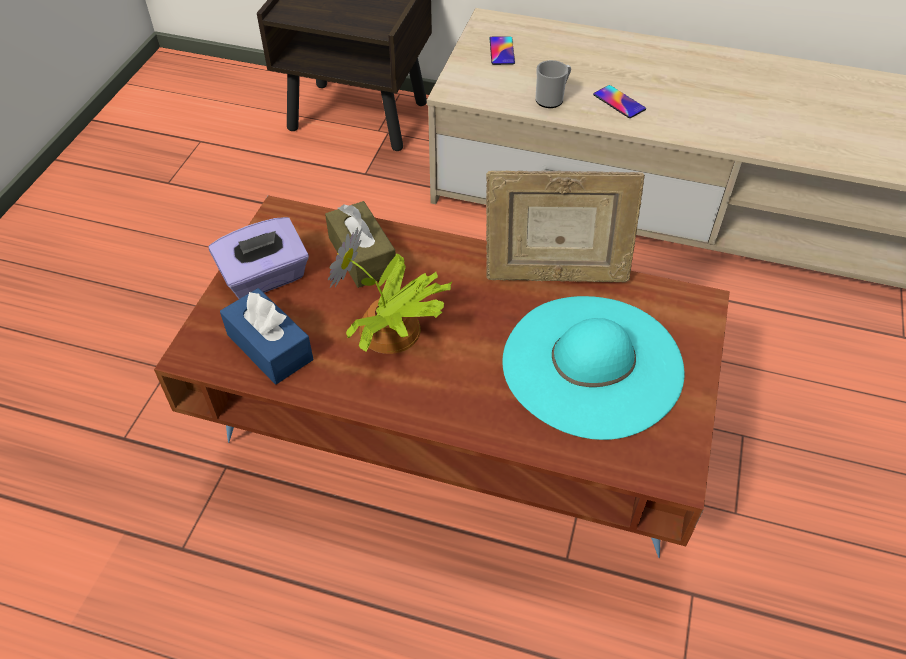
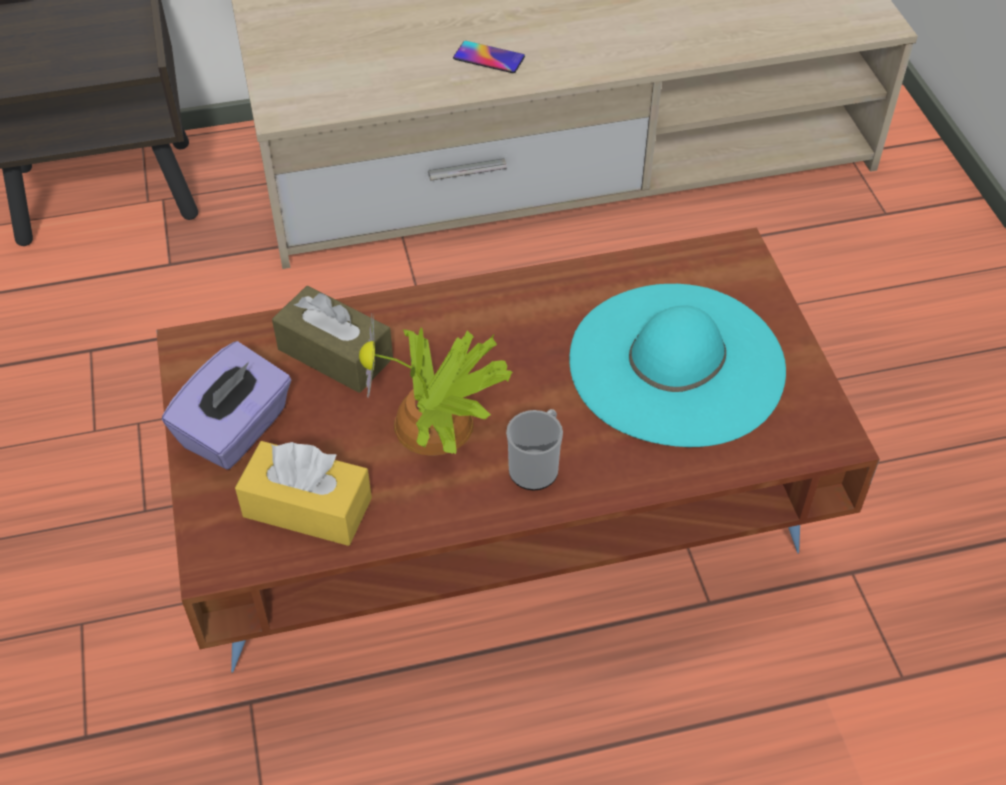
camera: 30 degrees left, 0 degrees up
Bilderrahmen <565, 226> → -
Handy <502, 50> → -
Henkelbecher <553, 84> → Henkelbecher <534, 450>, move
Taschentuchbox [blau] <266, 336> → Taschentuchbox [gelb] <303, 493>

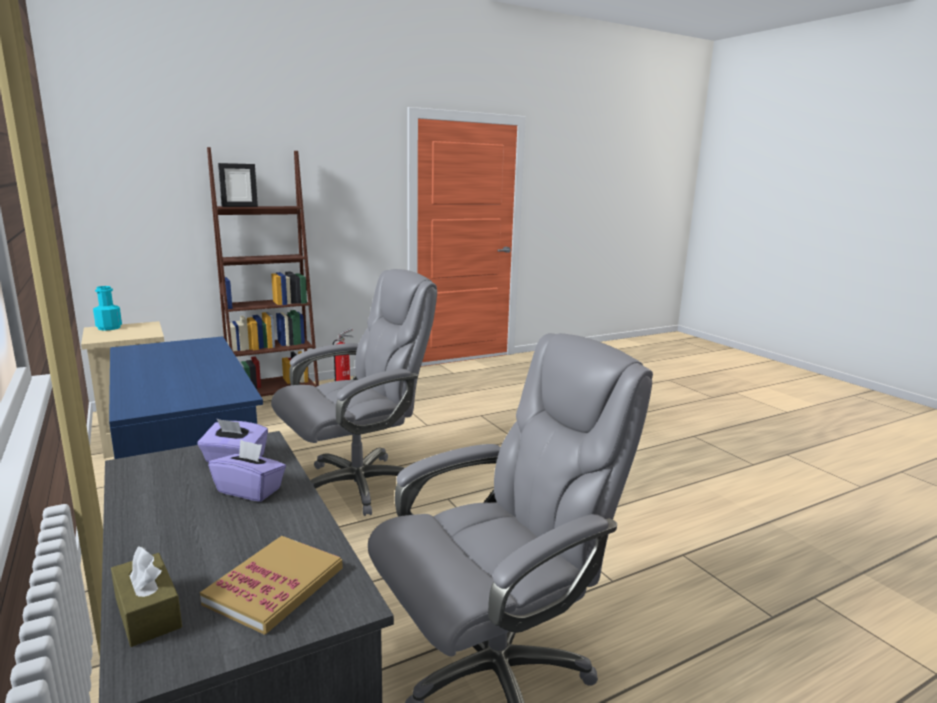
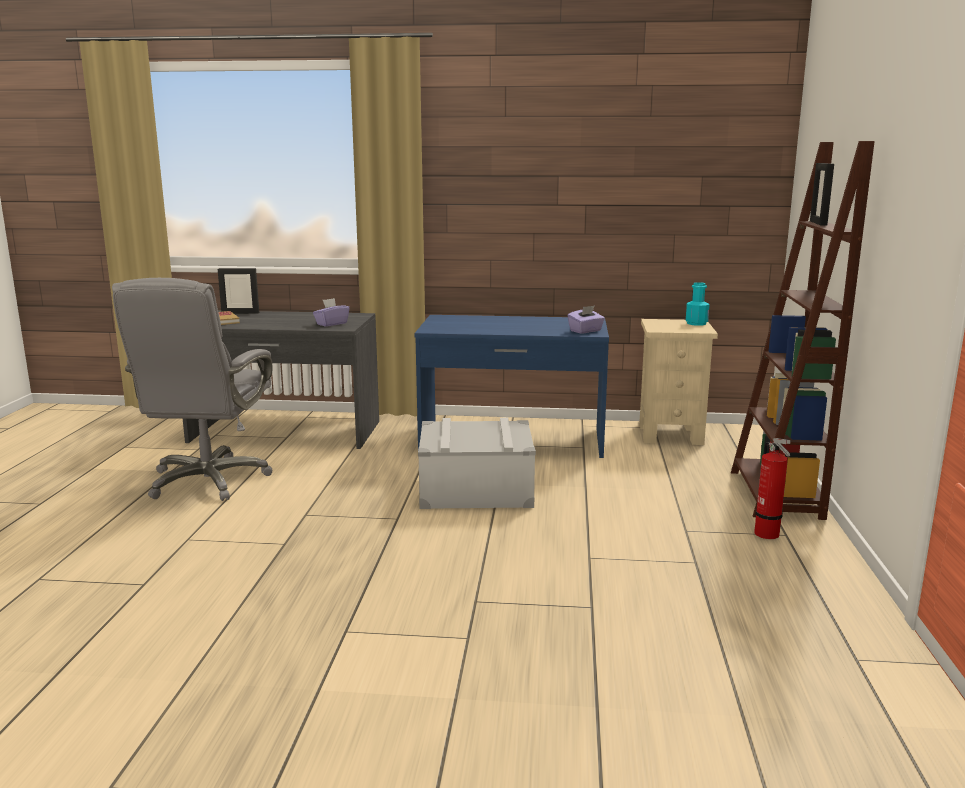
camera: 125 degrees right, 0 degrees up
Taschentuchbox [lila] <247, 471> → Taschentuchbox [lila] <586, 320>, move
Taschentuchbox [braun] <146, 596> → Bilderrahmen <238, 291>
Bürostuhl [grau] <354, 392> → Aufbewahrungsbox [grau] <477, 463>

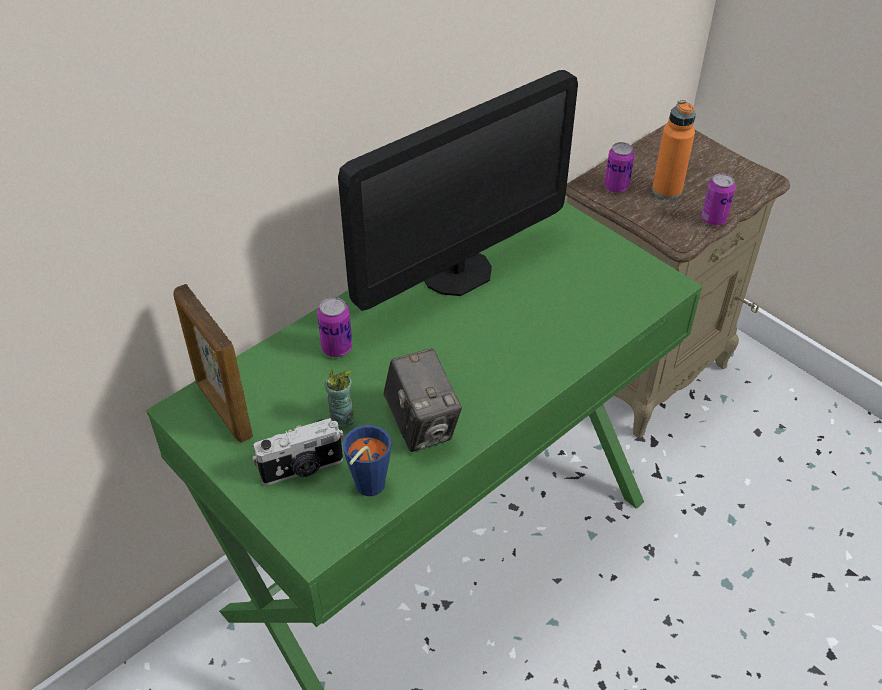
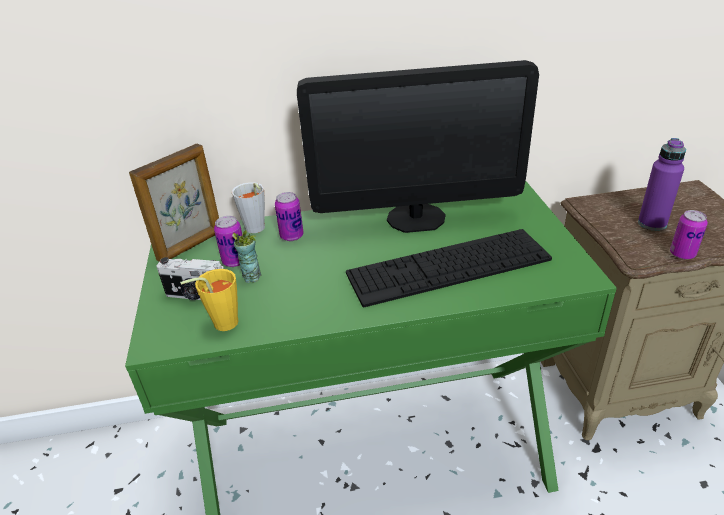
camera: 35 degrees right, 10 degrees down
Kamera <423, 400> → -
- → Tasse [grau] <248, 207>
- → Tastatur <449, 268>
Dose <619, 167> → Dose <228, 241>, move
Tasse [blau] <367, 460> → Tasse [gelb] <209, 300>
Flasche [orange] <674, 150> → Flasche [lila] <662, 184>
Bilderrahmen <213, 363> → Bilderrahmen <174, 203>, 135 degrees counterclockwise

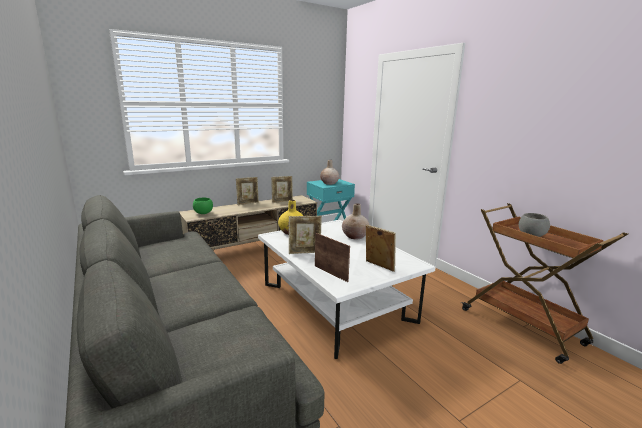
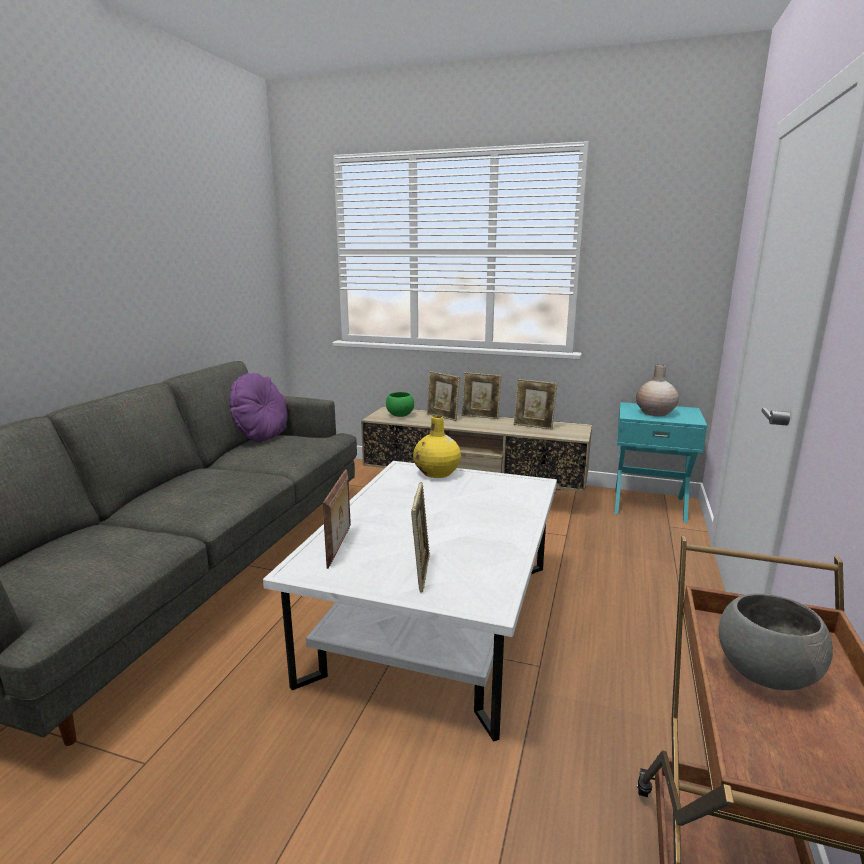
camera: 50 degrees right, 0 degrees up
Vase [beige] <355, 221> → -
- → Kissen [lila] <258, 408>
Bilderrahmen <305, 235> → Bilderrahmen <443, 396>, move

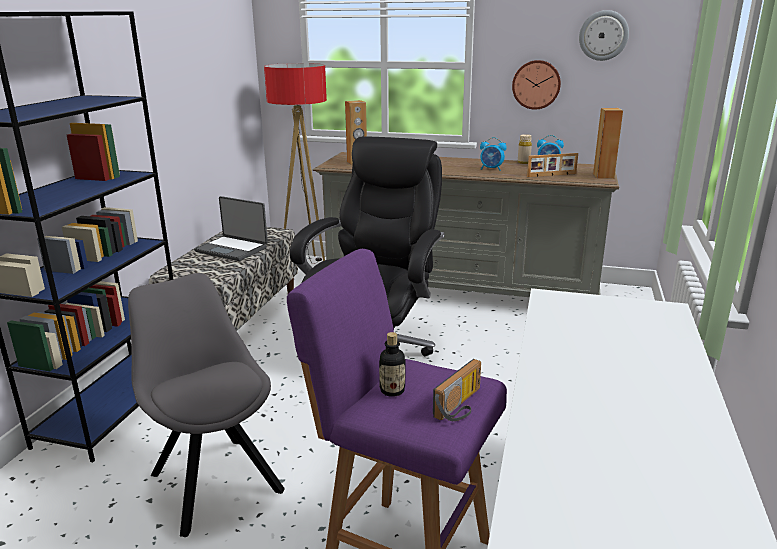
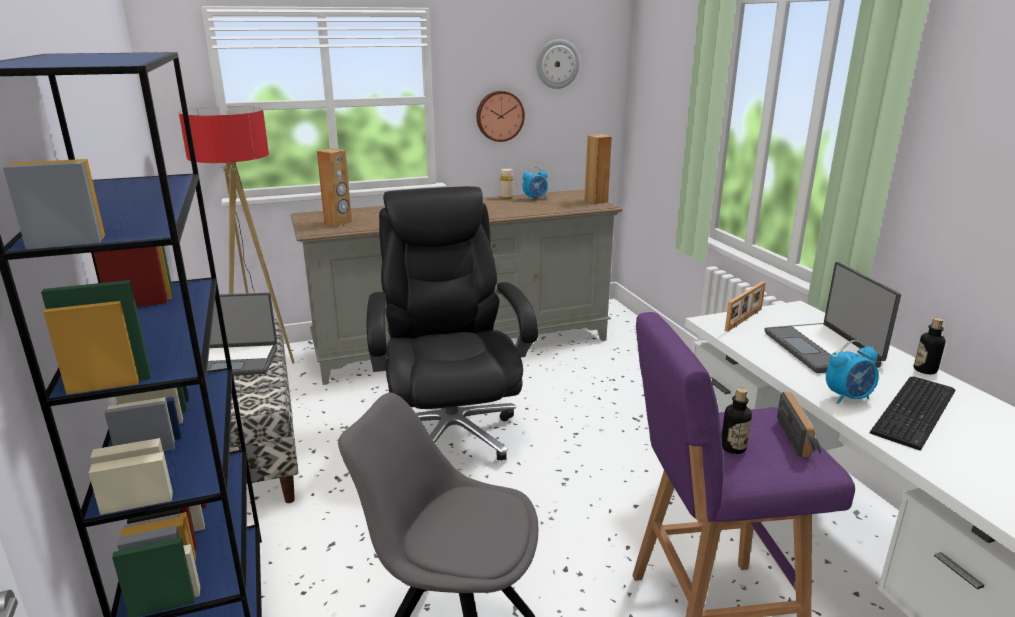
camera: 35 degrees left, 0 degrees up
- → Laptop <832, 317>
- → Tastatur <913, 414>
- → Flasche <929, 346>
Wecker <493, 154> → Wecker <852, 372>, move
Bilderrahmen <552, 165> → Bilderrahmen <745, 306>, move

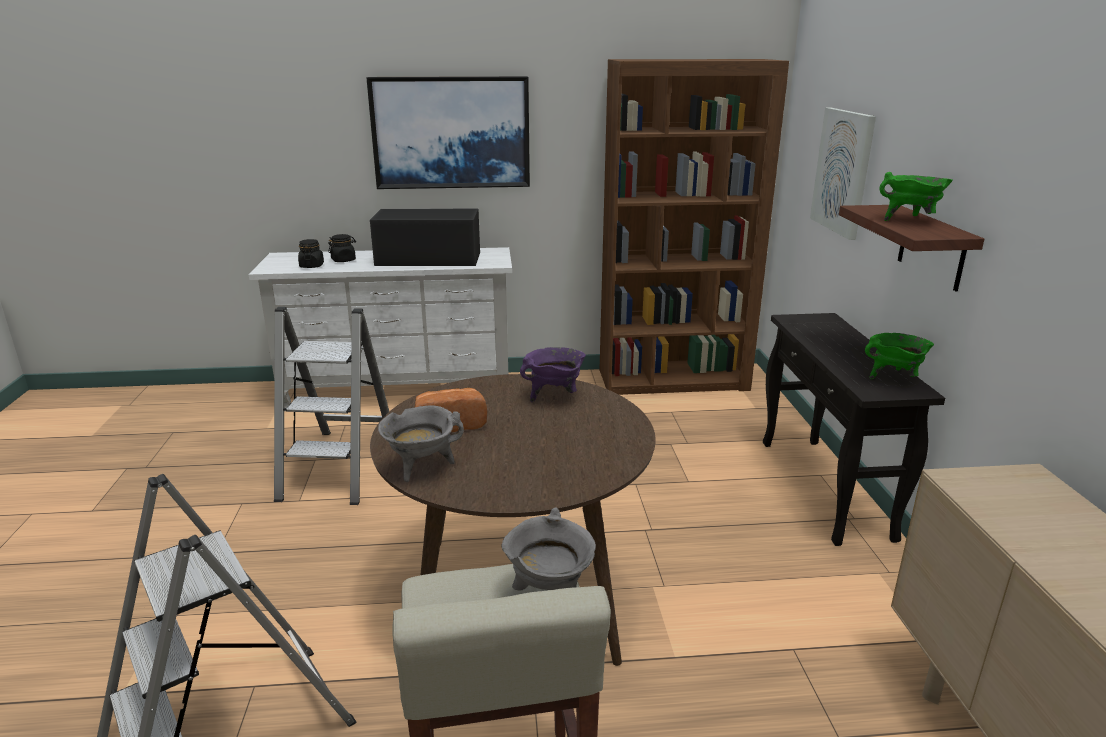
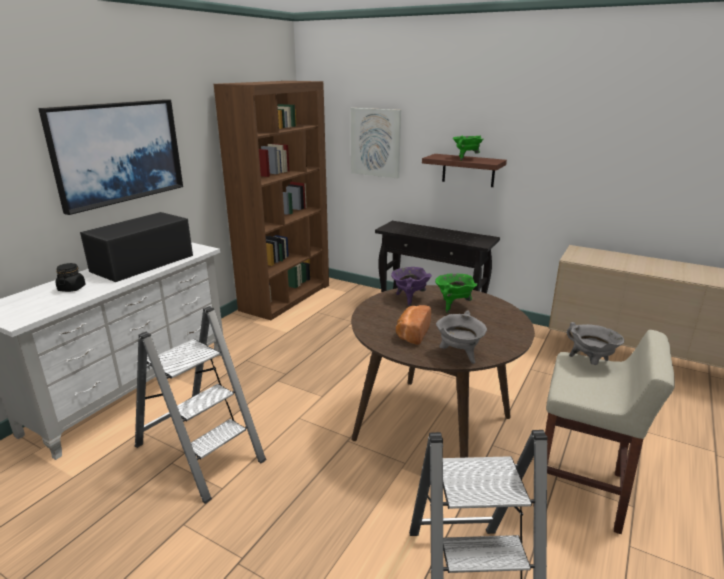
camera: 55 degrees left, 0 degrees up
Vorratsglas [schwarz] <311, 253> → -
Kochtopf [grün] <899, 356> → Kochtopf [grün] <456, 293>, move

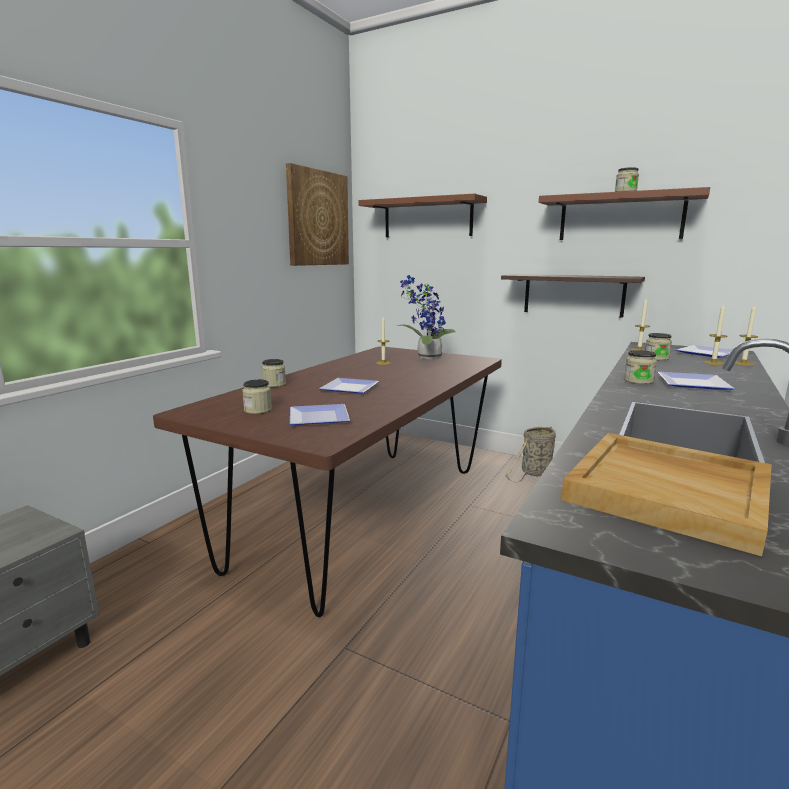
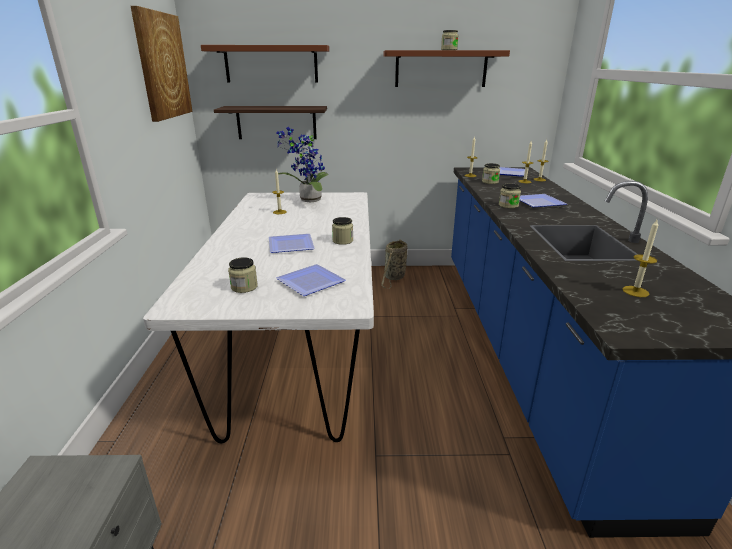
camera: 30 degrees left, 10 degrees up
Vorratsglas <274, 373> → Vorratsglas <342, 231>, move
Wandregal <573, 296> → Wandregal <270, 122>, move
Tablett [beige] <666, 494> → Kerze <640, 258>
Esstisch [braun] <327, 481> → Esstisch [weiß] <258, 317>

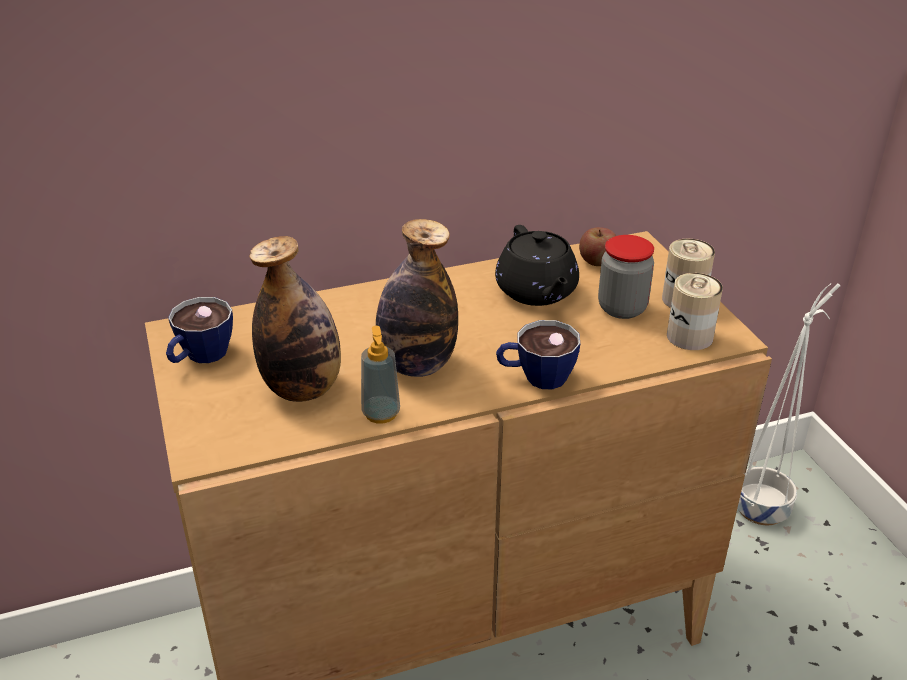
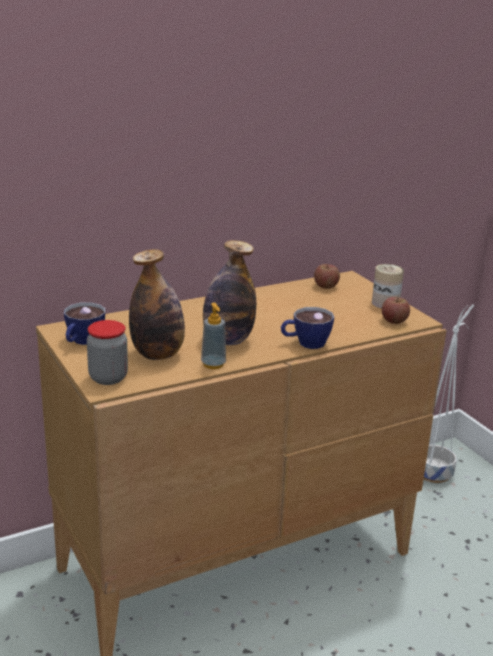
camera: 10 degrees left, 10 degrees down
Teekanne [schwarz] <537, 265> → -
Vorratsglas <626, 277> → Vorratsglas <107, 352>, move
Dose <695, 311> → Apfel <396, 310>

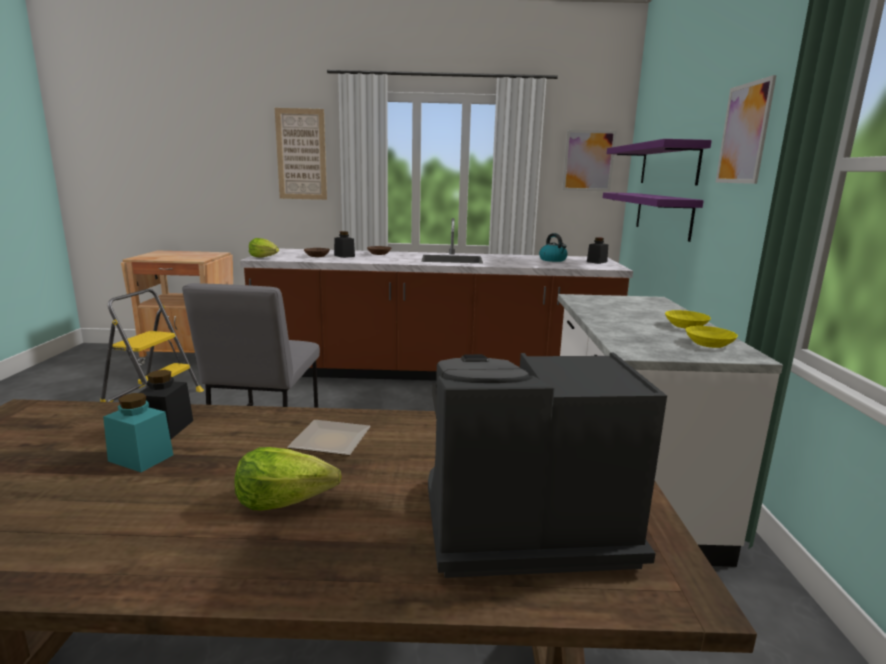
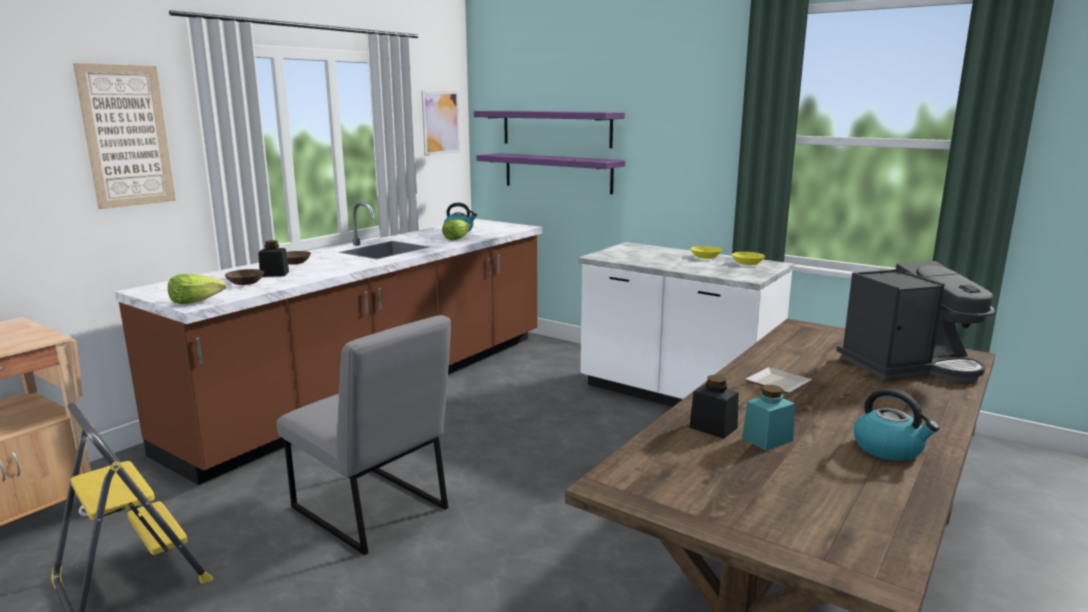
camera: 55 degrees left, 0 degrees up
Vorratsglas [schwarz] <597, 250> → -
Bild <746, 129> → -
- → Wasserkessel <897, 424>
Salatkopf <288, 478> → Salatkopf <456, 229>, move
Kaffeemaschine <547, 465> → Kaffeemaschine <915, 321>, 135 degrees counterclockwise

